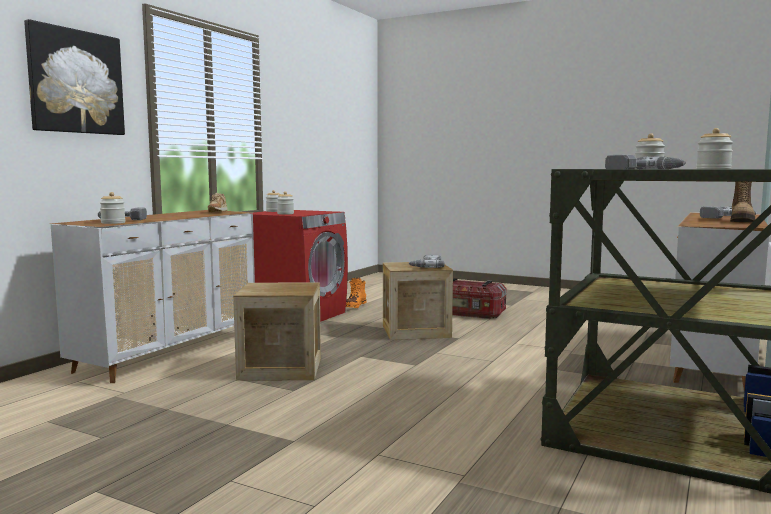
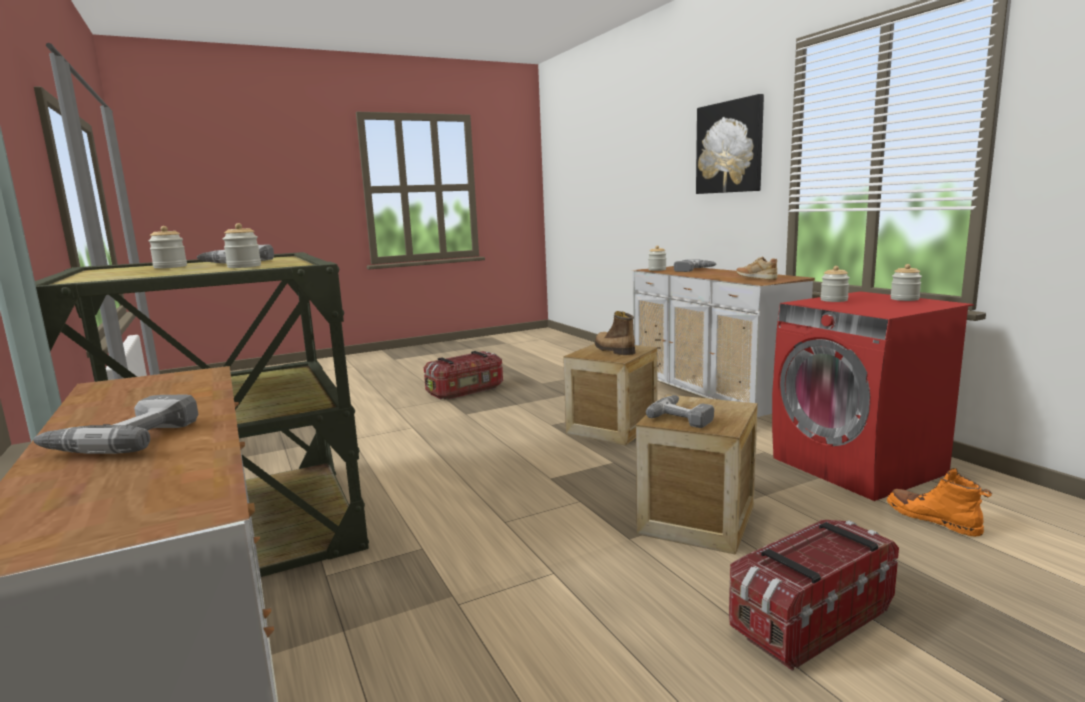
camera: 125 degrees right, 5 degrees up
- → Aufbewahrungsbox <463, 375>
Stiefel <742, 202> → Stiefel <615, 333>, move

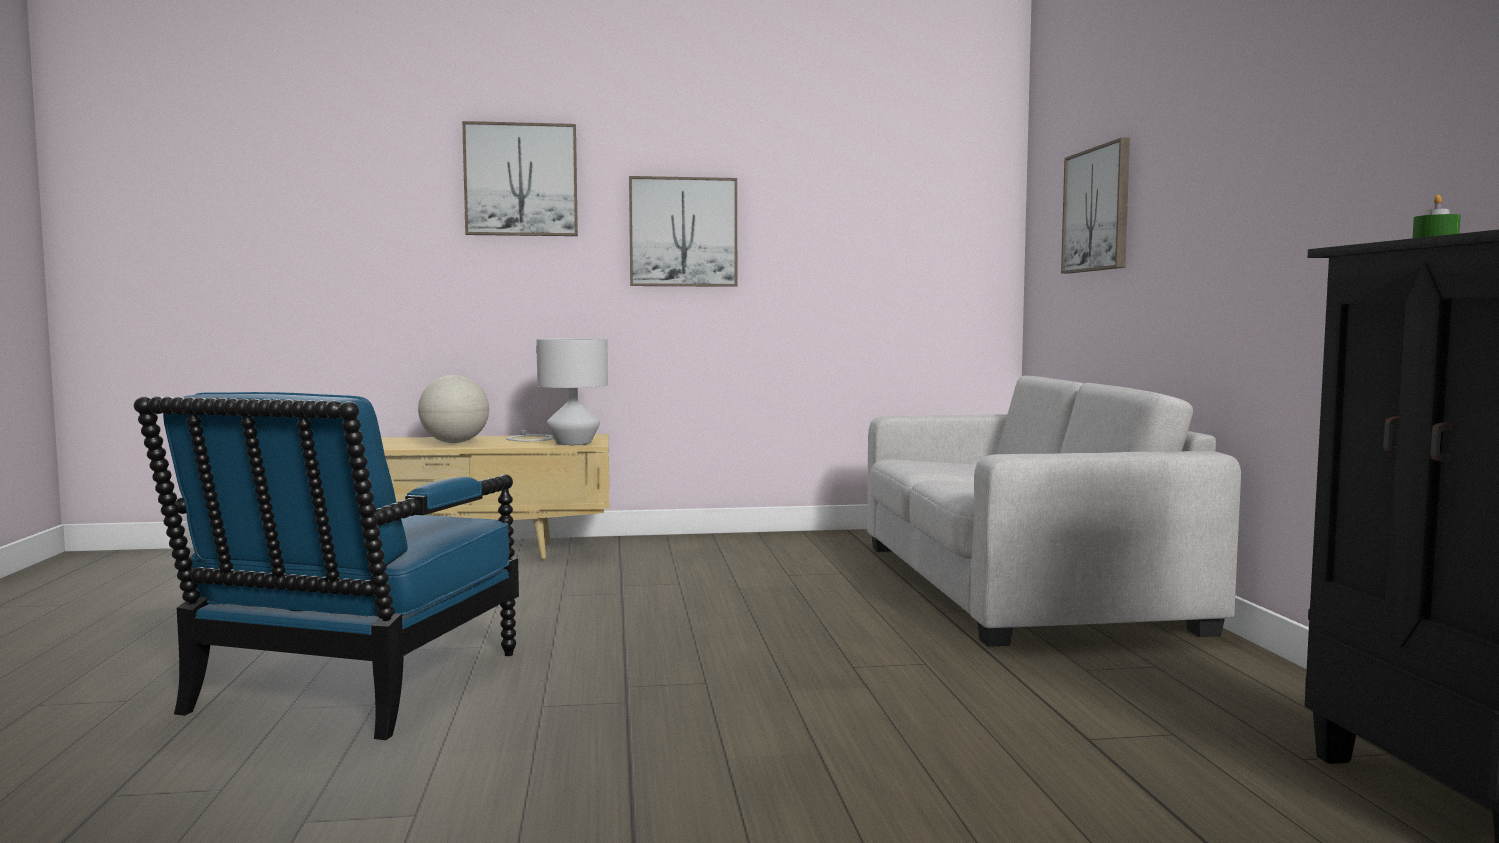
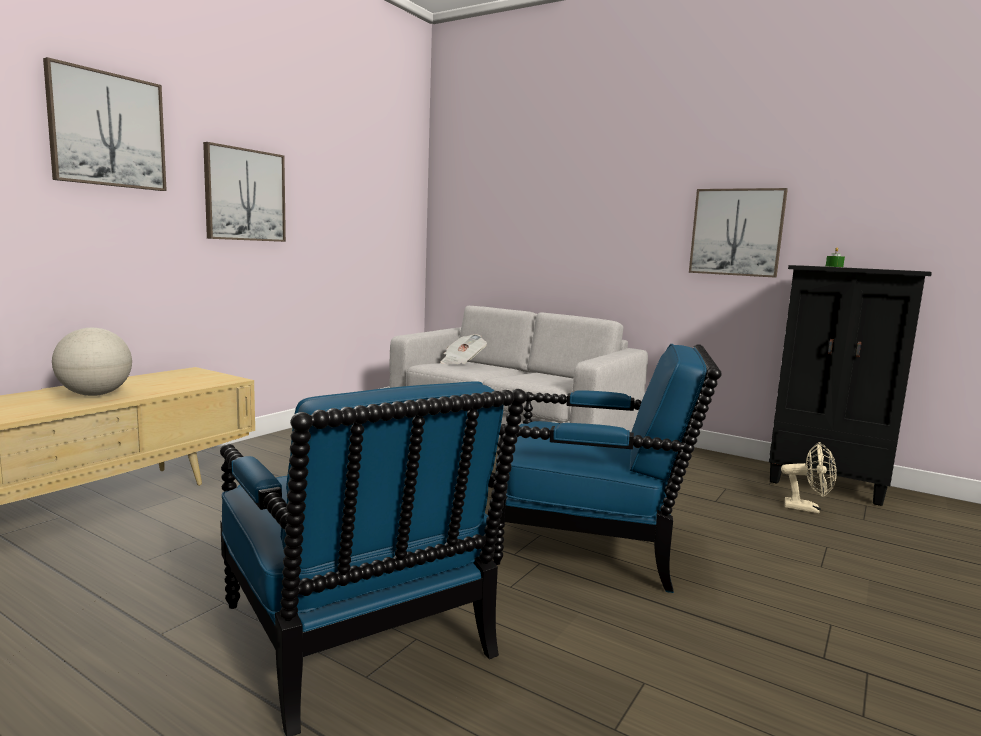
camera: 50 degrees left, 5 degrees up
Tischlampe [grau] <557, 391> → -
- → Zeitung <464, 349>
- → Sessel [blau] <607, 468>
- → Ventilator [beige] <808, 478>
Bild <1095, 206> → Bild <738, 233>, move

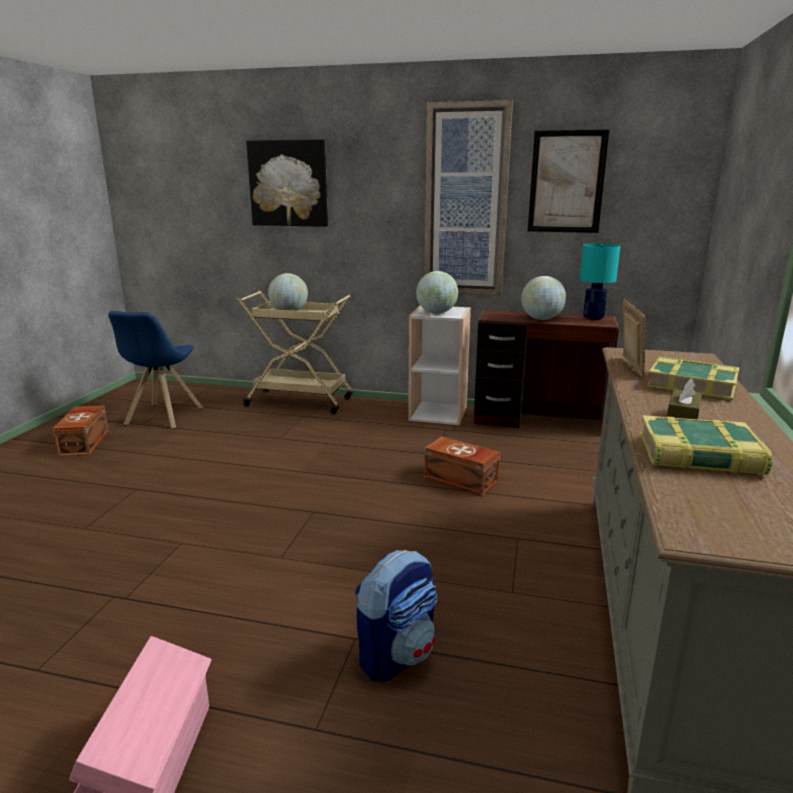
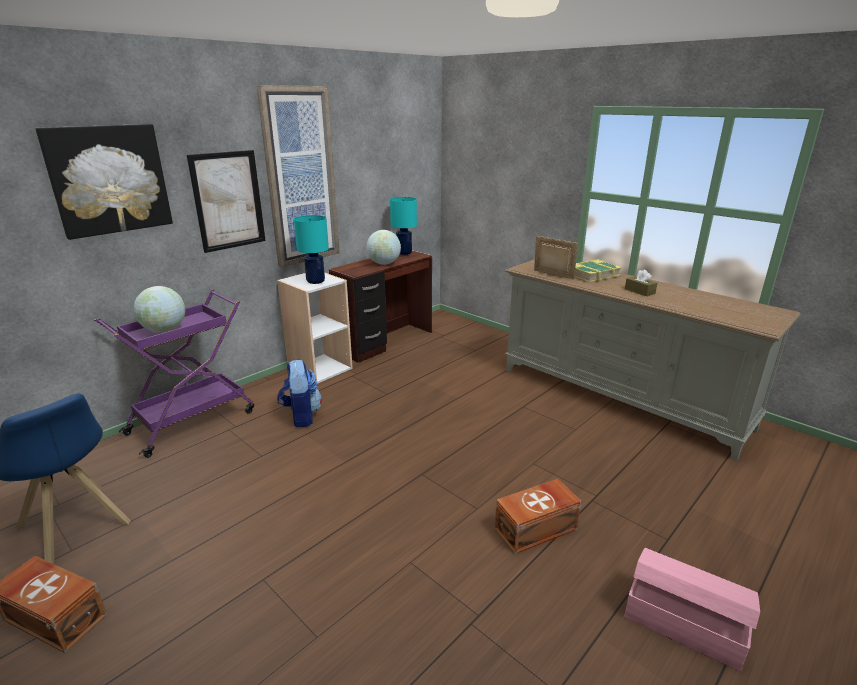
camera: 60 degrees left, 5 degrees up
Buch <705, 445> → -
Rucksack <396, 616> → Rucksack <299, 393>, move
Aufbewahrungsbox [braun] <462, 466> → Aufbewahrungsbox [braun] <538, 516>, move
Bild <569, 181> → Bild <226, 201>, move
Globus <437, 292> → Tischlampe [türkis] <311, 249>
Rollwagen [beige] <295, 352> → Rollwagen [lila] <174, 373>

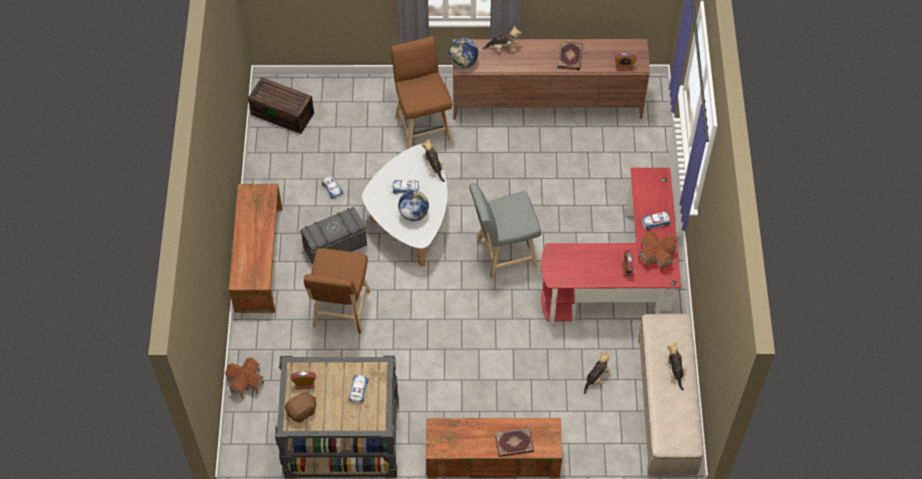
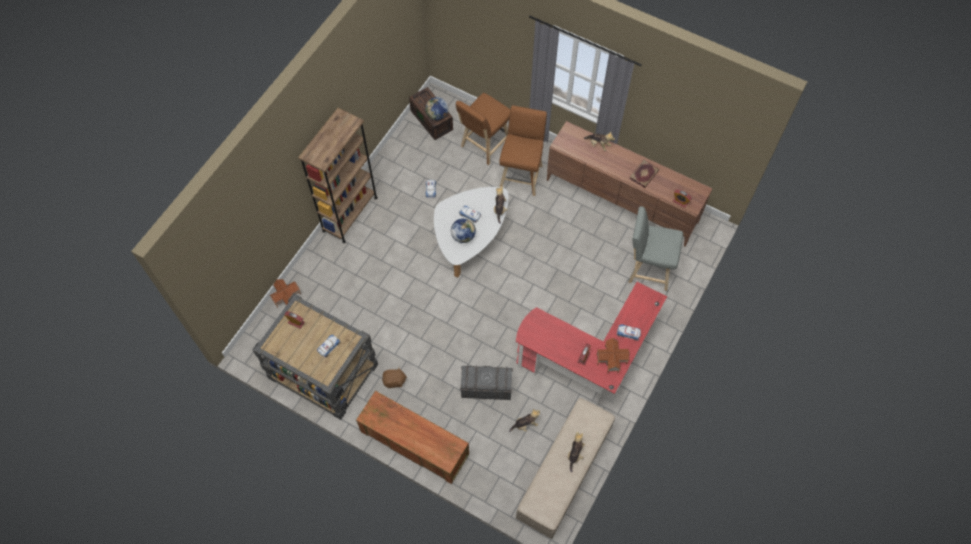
camera: 30 degrees right, 5 degrees up
Buch <514, 442> → -
Plüschtier [braun] <300, 406> → Plüschtier [braun] <394, 378>, move
Aufbewahrungsbox [grau] <333, 236> → Aufbewahrungsbox [grau] <486, 382>, move
Hocker [braun] <337, 290> → Hocker [braun] <483, 129>, move
Globus <463, 53> → Globus <436, 108>, move
Hocker [grau] <505, 231> → Hocker [grau] <655, 248>, move
Bank [braun] <255, 248> → Bücherregal [braun] <338, 175>

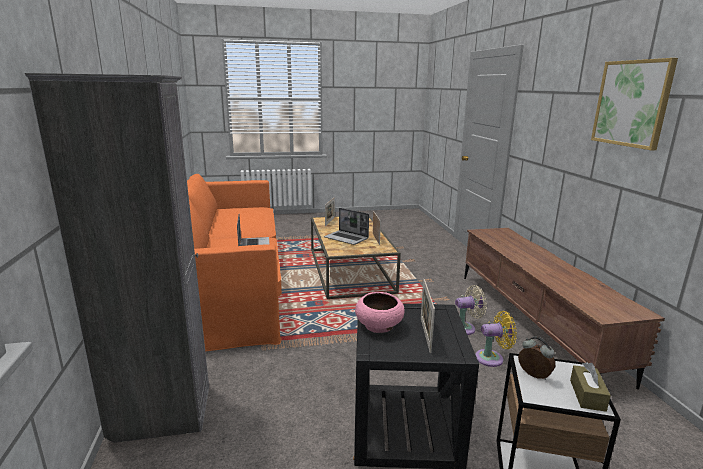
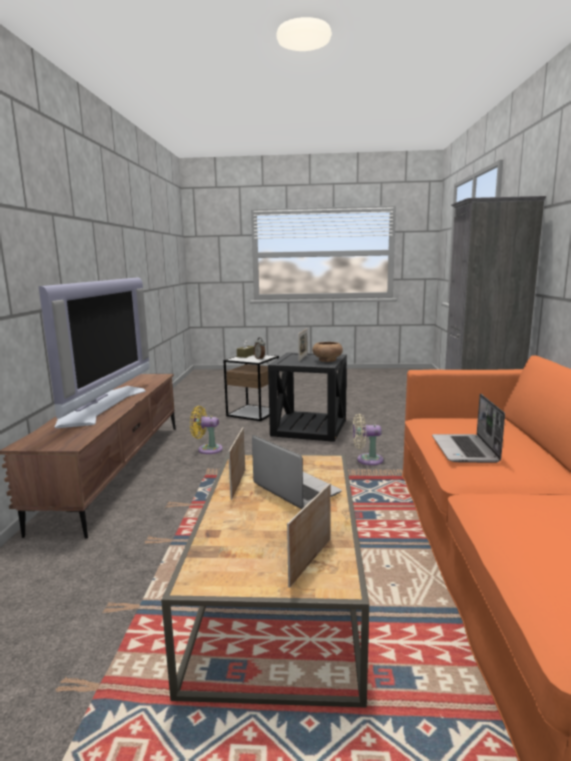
camera: 165 degrees left, 5 degrees down
Bild <634, 104> → -
- → Fernseher <94, 353>
Ventilator [beige] <471, 310> → Ventilator [beige] <368, 439>, move
Schüssel [rosa] <380, 312> → Schüssel [braun] <327, 352>

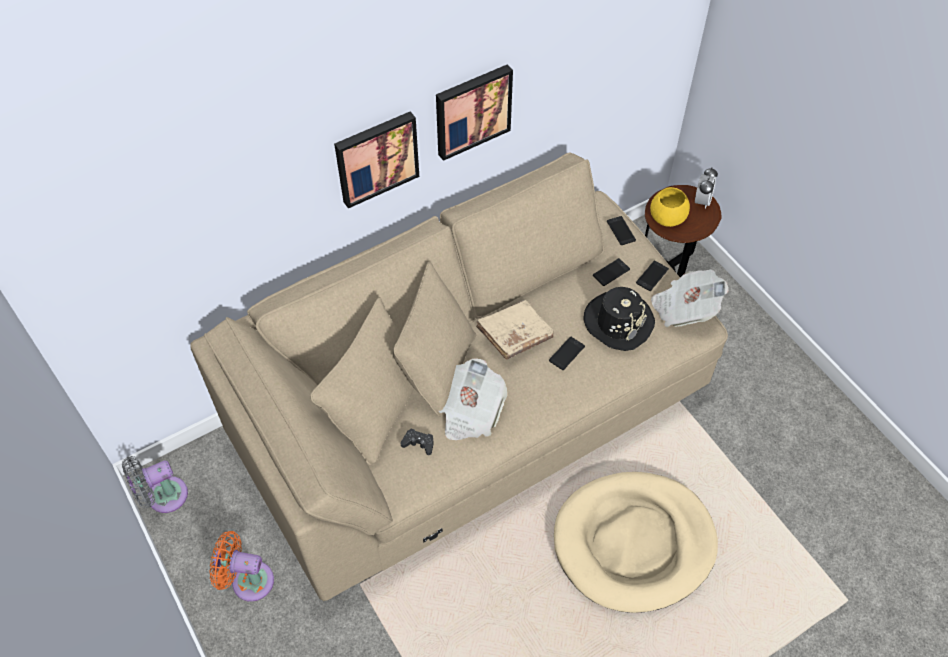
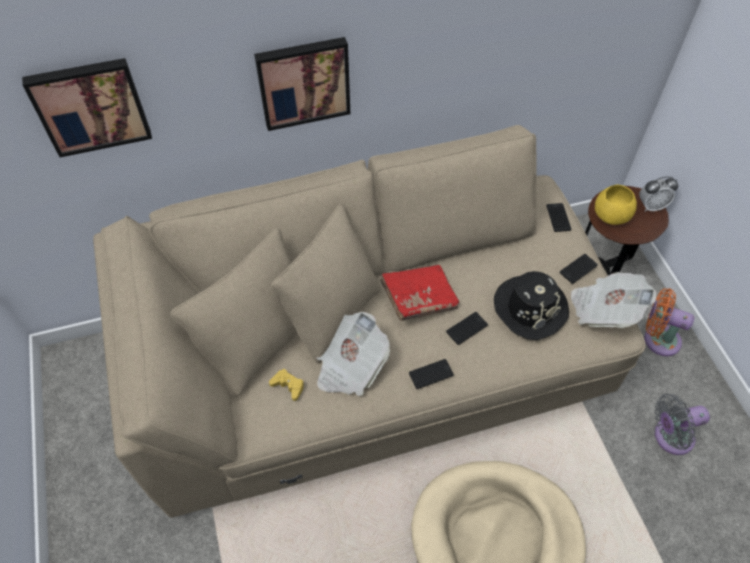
camera: 15 degrees right, 0 degrees up
Ventilator [grau] <155, 484> → Ventilator [grau] <682, 424>, move
Ventilator [orange] <241, 566> → Ventilator [orange] <669, 322>, move
Bild <474, 112> → Bild <87, 107>, move
Handy <611, 272> → Handy <431, 374>, move
Gamepad [schwarz] <417, 442> → Gamepad [gelb] <286, 385>
Buch [beige] <515, 329> → Buch [rot] <419, 292>
Wecker <706, 188> → Wecker <658, 194>, 45 degrees clockwise

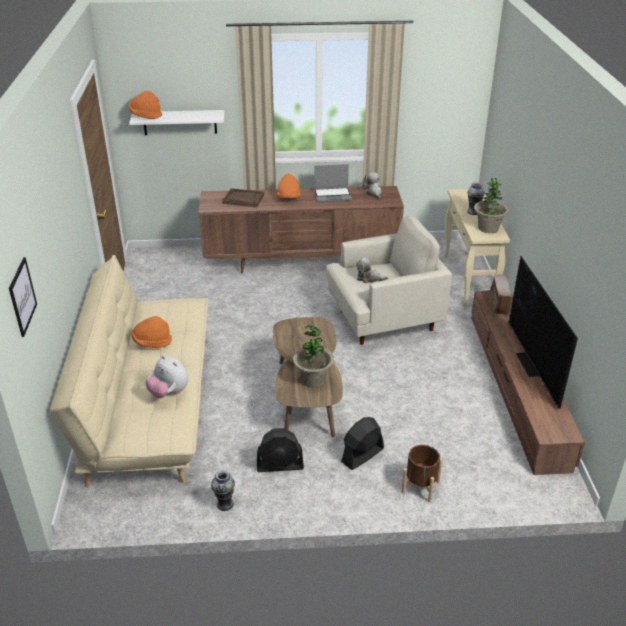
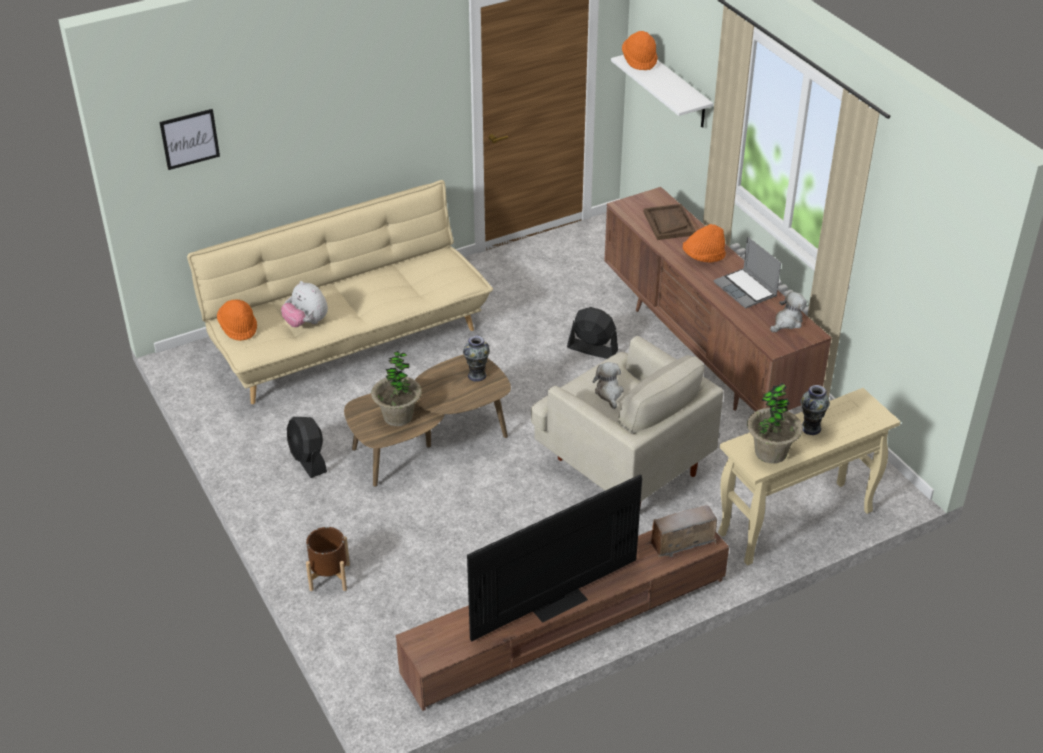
camera: 65 degrees right, 5 degrees up
Hut [orange] <151, 332> → Hut [orange] <237, 320>, move
Vase <223, 490> → Vase <476, 359>, move
Ventilator [schwarz] <362, 443> → Ventilator [schwarz] <592, 333>, move
Plüschtier <167, 376> → Plüschtier <304, 304>, 60 degrees counterclockwise

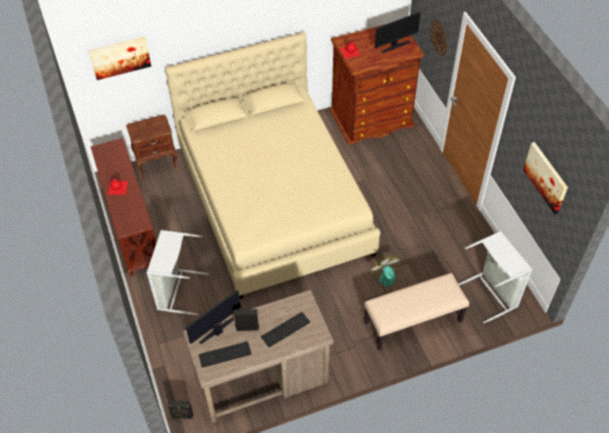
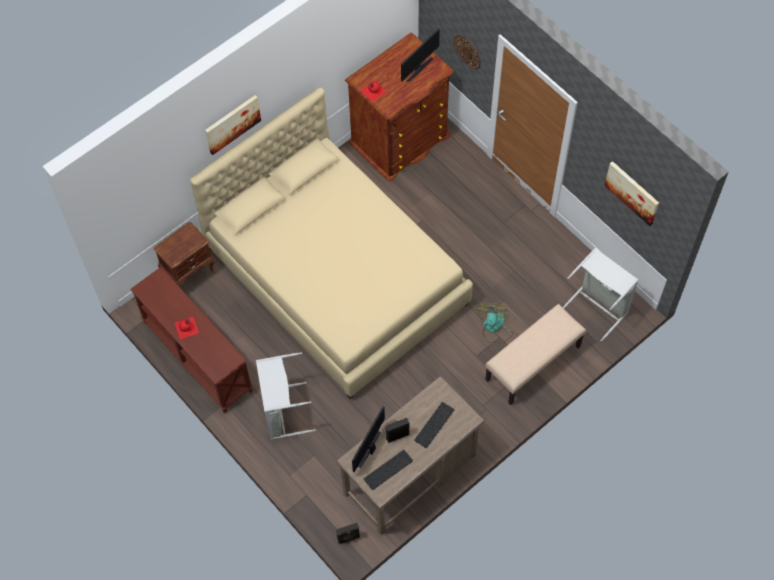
camera: 20 degrees left, 10 degrees up
Bild <120, 58> → Bild <233, 125>, move
Ventilator <390, 275> → Ventilator <494, 323>, 45 degrees clockwise

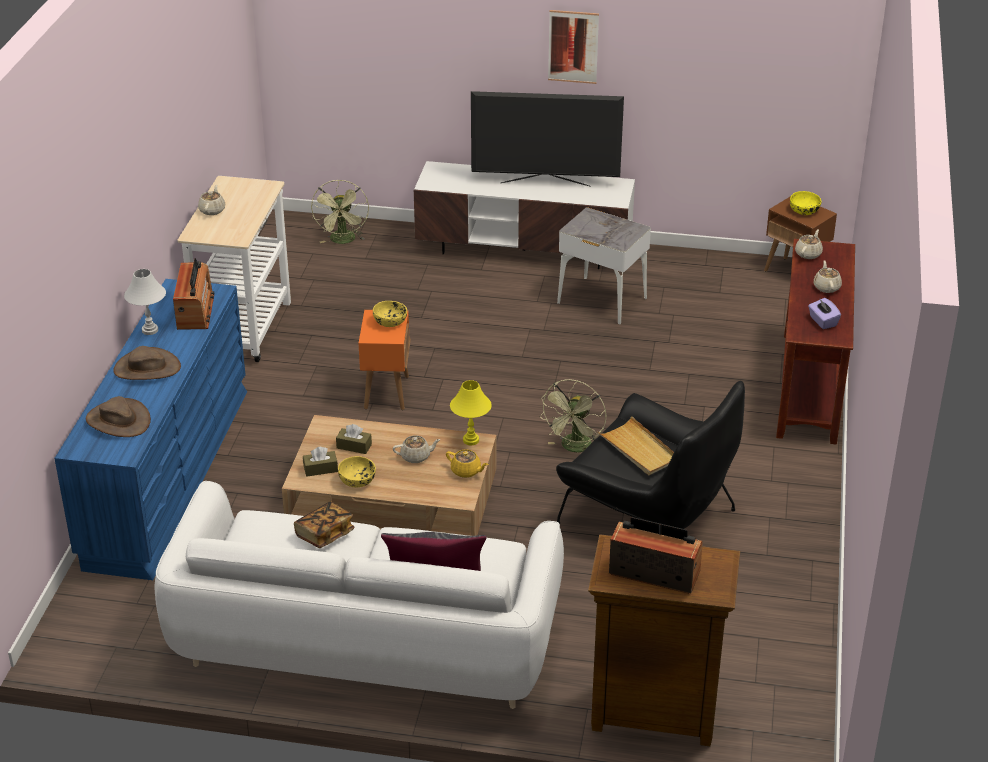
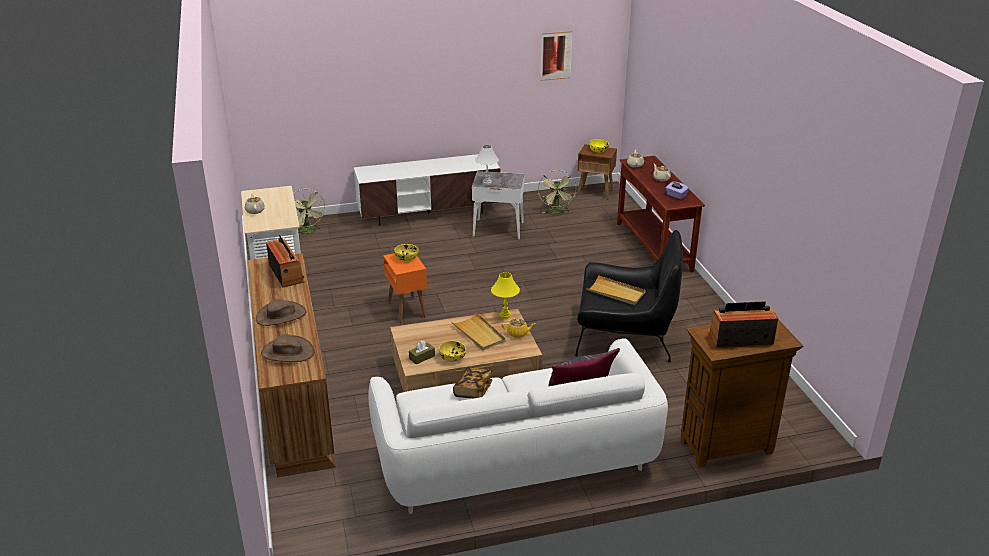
camera: 25 degrees left, 5 degrees down
Taschentuchbox [braun] <354, 439> → -
Fernseher <547, 138> → -
Tischlampe [weiß] <145, 302> → Tischlampe [weiß] <487, 165>, move
Ventilator [grün] <572, 416> → Ventilator [grün] <557, 192>, move
Bild <573, 47> → Bild <557, 56>, move
Teekanne [beige] <416, 449> → Tablett [beige] <478, 331>
Kommode [blau] <150, 429> → Kommode [braun] <291, 365>

